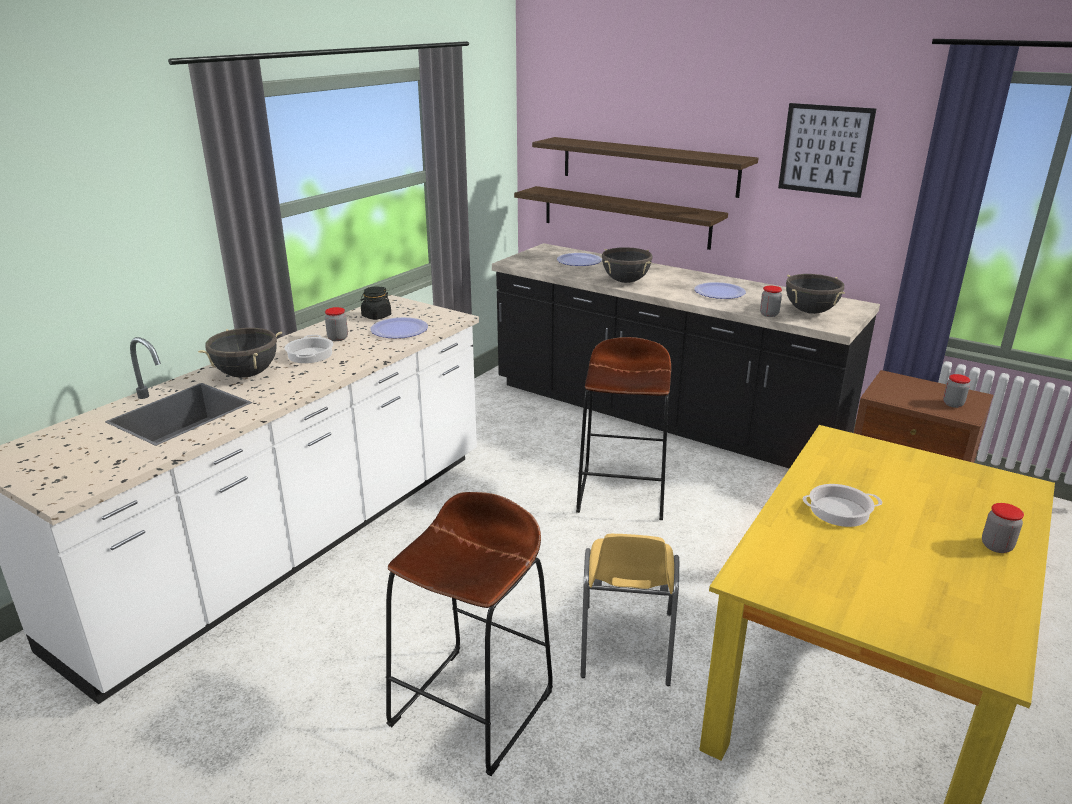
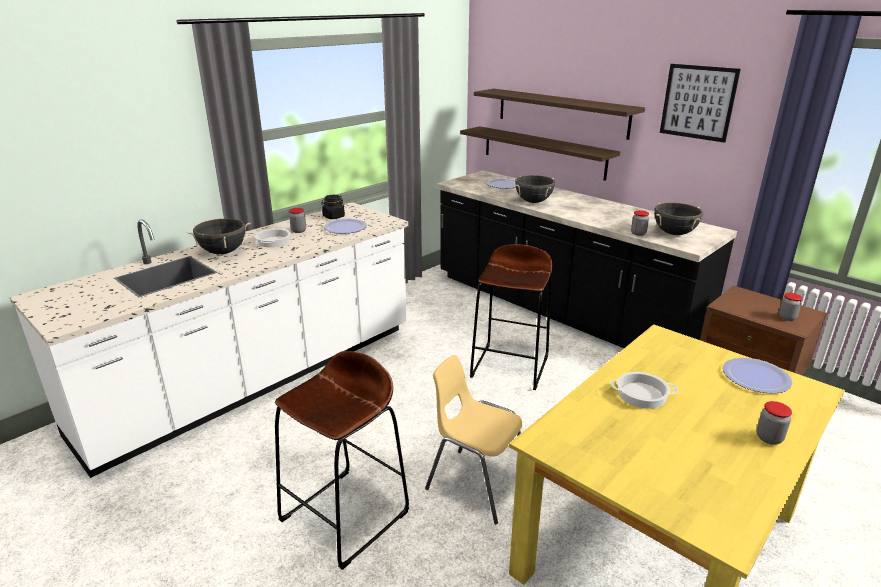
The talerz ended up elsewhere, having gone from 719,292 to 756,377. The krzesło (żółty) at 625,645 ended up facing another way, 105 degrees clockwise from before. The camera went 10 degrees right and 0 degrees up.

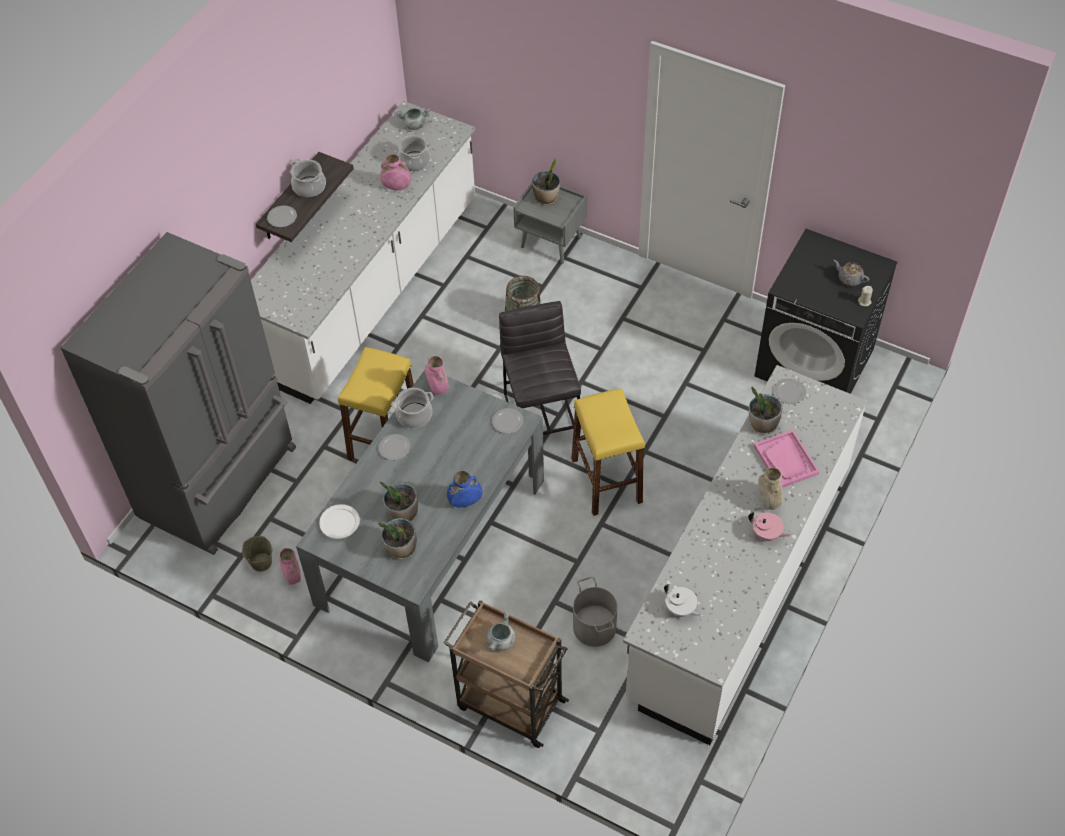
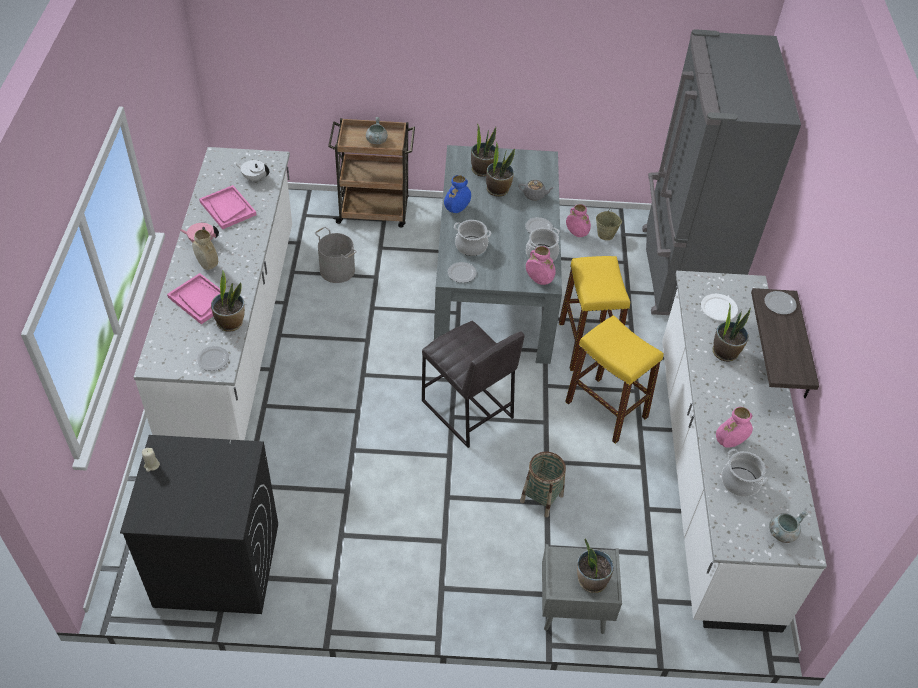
The garnek ended up elsewhere, having gone from 309,187 to 471,246. The imbryk (szary) ended up elsewhere, having gone from 849,279 to 534,195. The stołek (żółty) ended up elsewhere, having gone from 606,480 to 606,409. The talerz (biały) ended up elsewhere, having gone from 339,523 to 719,308. The second view gained the taca (różowy) at 227,208. The second view gained the roślina doniczkowa at 725,352. The camera went 150 degrees right and 5 degrees down.

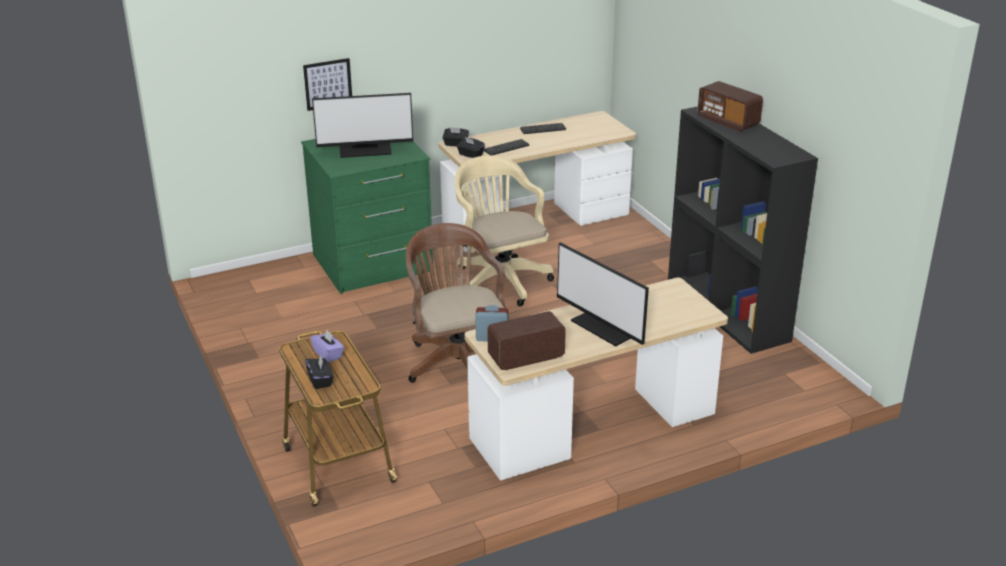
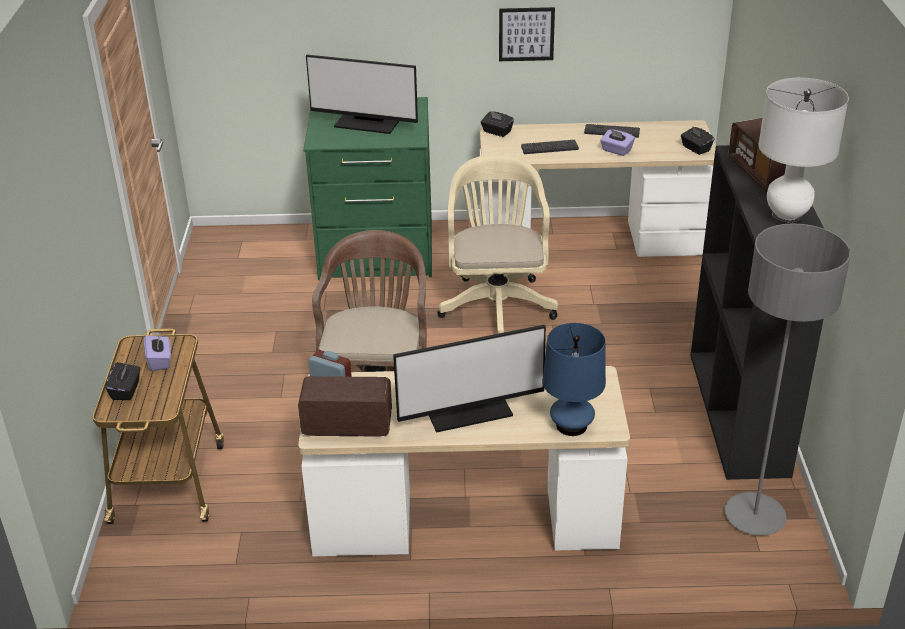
The obraz ended up elsewhere, having gone from 328,84 to 526,34. The pudełko chusteczek (czarny) ended up elsewhere, having gone from 470,155 to 695,148. The monitor at 604,327 ended up facing another way, 90 degrees counterclockwise from before. The second view gained the lampa stołowa (biały) at 786,219. The second view gained the pudełko chusteczek (fioletowy) at 616,151. The second view gained the lampa stojąca (szary) at 754,516. The second view gained the lampa stołowa (niebieski) at 571,426. The camera went 25 degrees right and 5 degrees up.

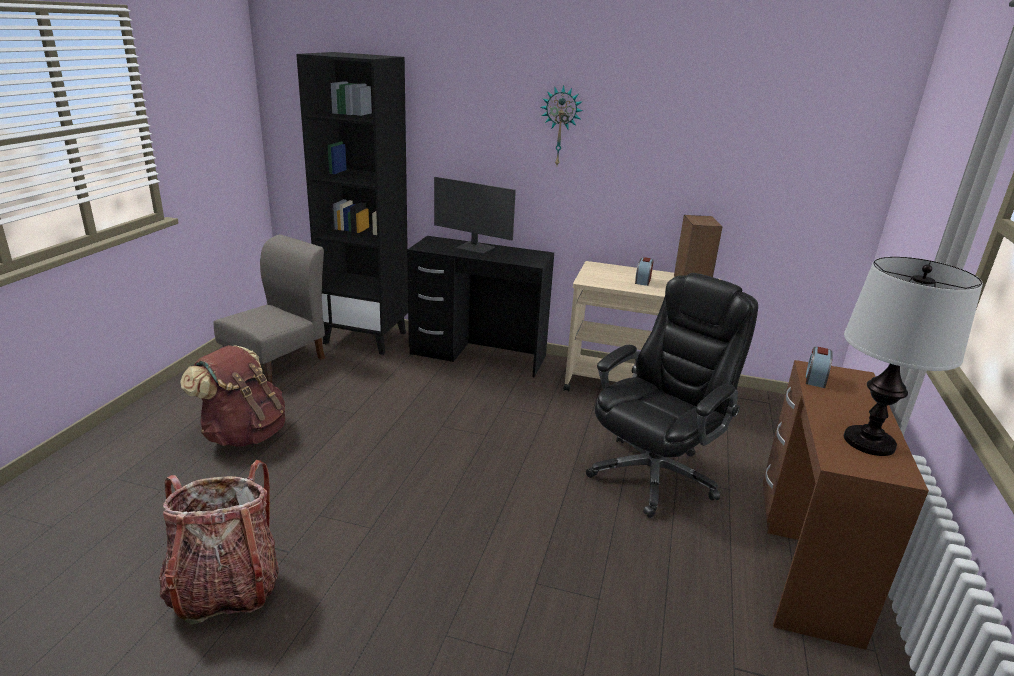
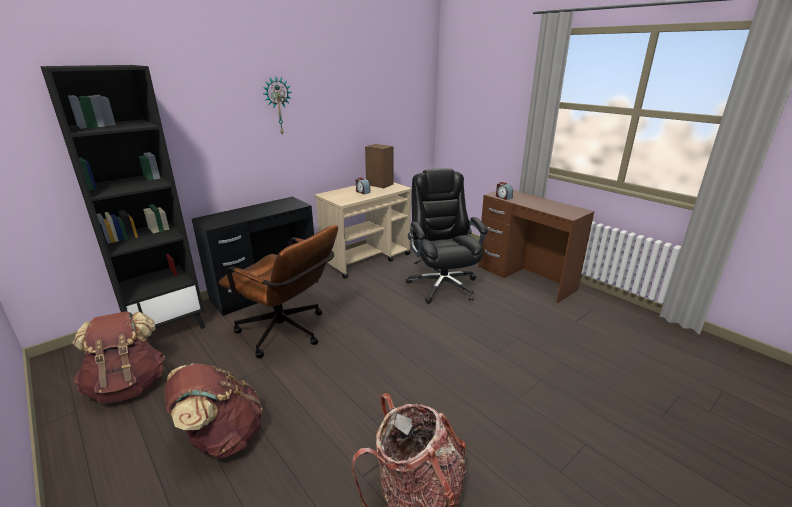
The second view lost the monitor at 475,248. Where the krzesło (szary) stood at 278,361, the plecak (brązowy) came to stand at 128,386. The second view lost the lampa stołowa at 868,442. The second view gained the krzesło biurowe (brązowy) at 288,333. The camera went 55 degrees left and 0 degrees up.

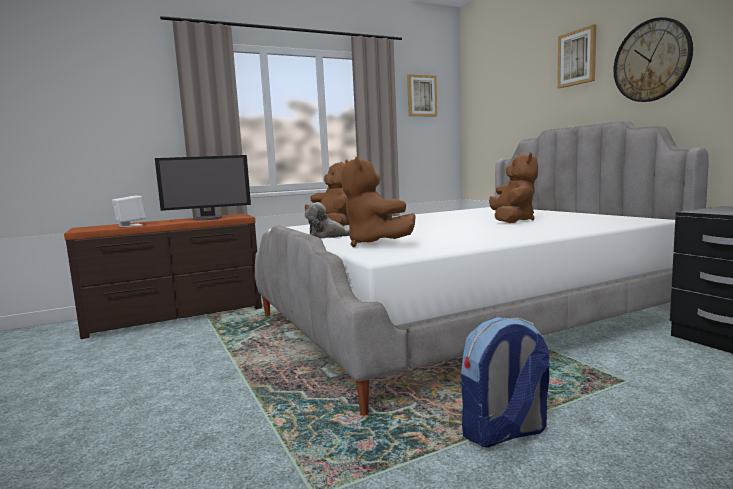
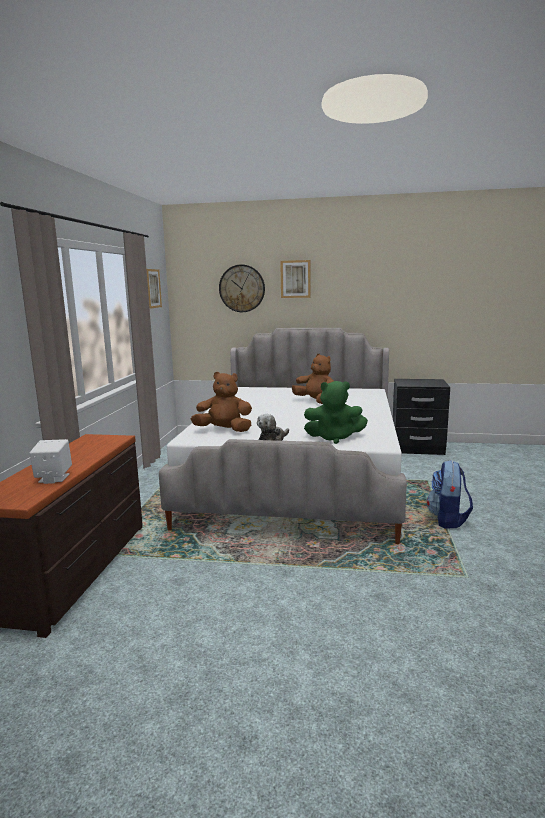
The zegar ścienny ended up elsewhere, having gone from 651,61 to 242,288. The second view lost the monitor at 208,218. What was the pluszak (brązowy) at 374,244 turned into the pluszak (zielony) at 334,438. The camera went 55 degrees left and 5 degrees up.

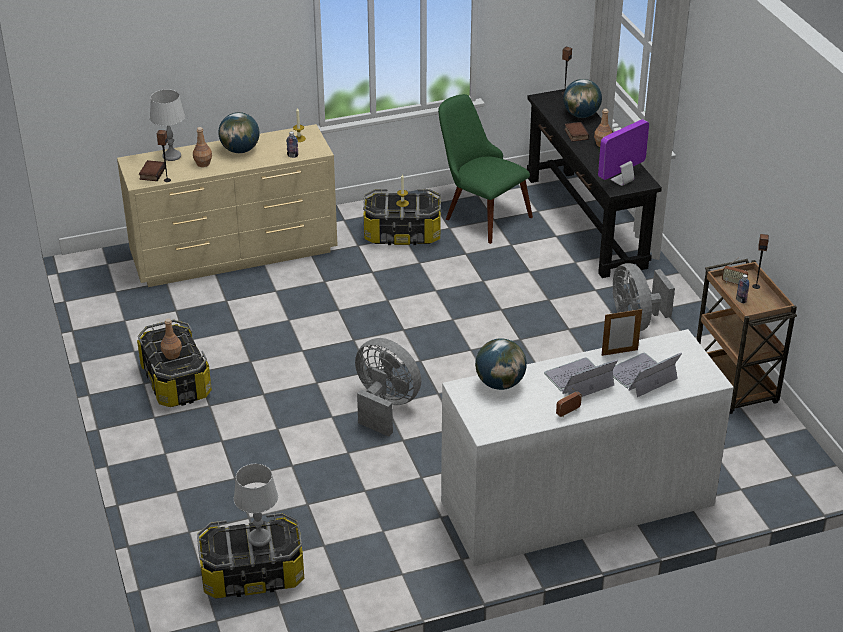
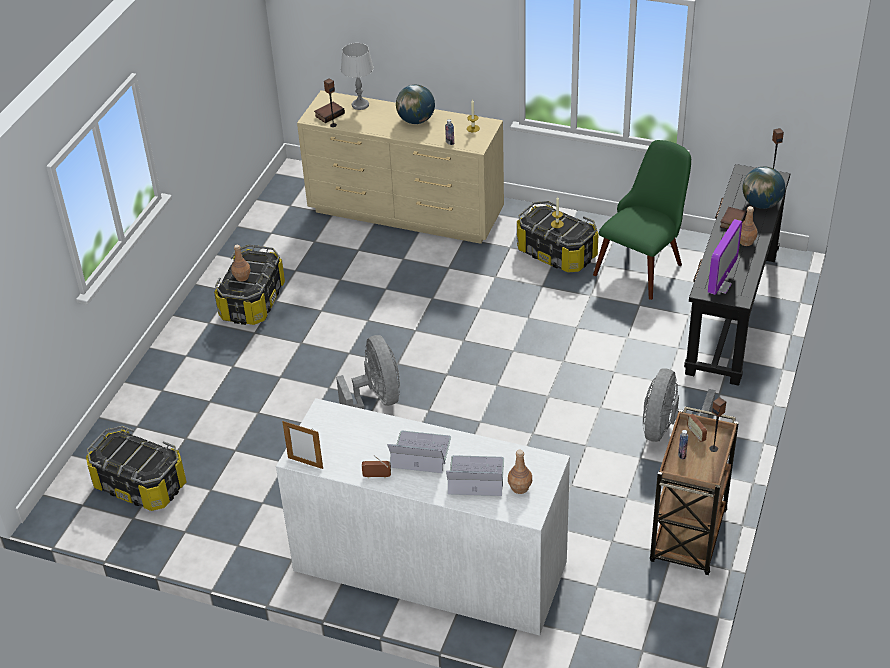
The krzesło (zielony) at 480,214 ended up facing another way, 45 degrees clockwise from before. The monitor at 622,180 ended up facing another way, 120 degrees clockwise from before. The butelka (brązowy) ended up elsewhere, having gone from 203,163 to 520,487. The ramka na zdjęcie ended up elsewhere, having gone from 619,352 to 305,463. The second view lost the globus at 499,383. The second view lost the lampa stołowa (szary) at 259,538. The camera went 40 degrees right and 5 degrees up.

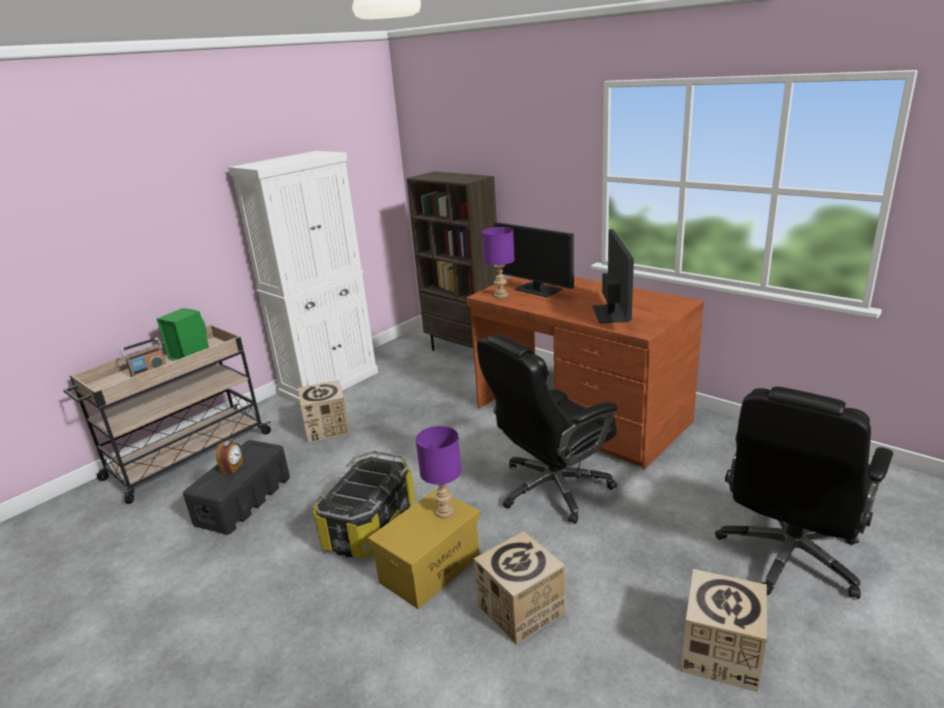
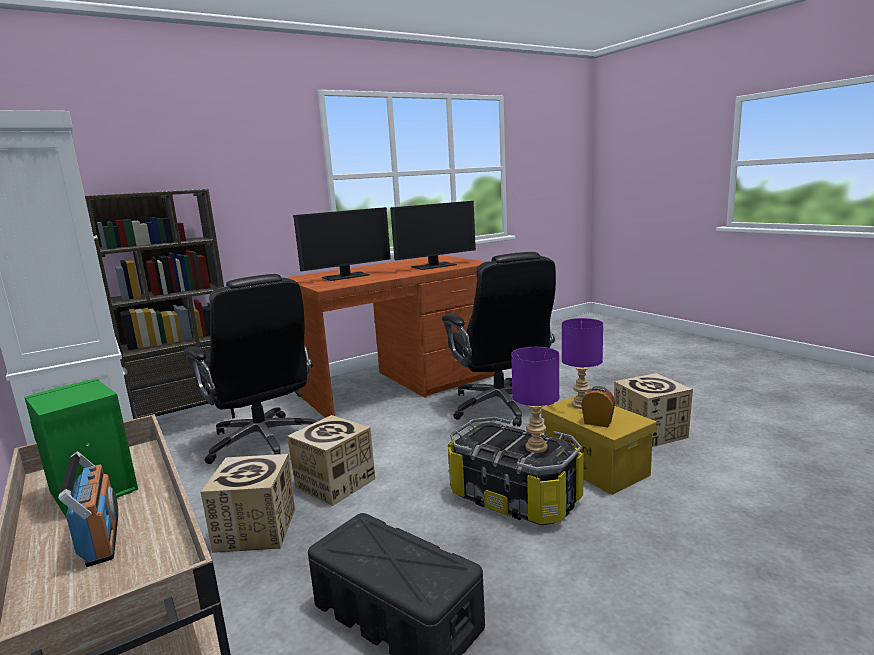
The lampa stołowa (fioletowy) ended up elsewhere, having gone from 501,295 to 535,447. The monitor at 610,313 ended up facing another way, 135 degrees clockwise from before. The krzesło biurowe (czarny) ended up elsewhere, having gone from 789,556 to 263,442. The budzik ended up elsewhere, having gone from 233,467 to 598,422. The karton ended up elsewhere, having gone from 720,653 to 335,483. The camera went 75 degrees left and 10 degrees down.

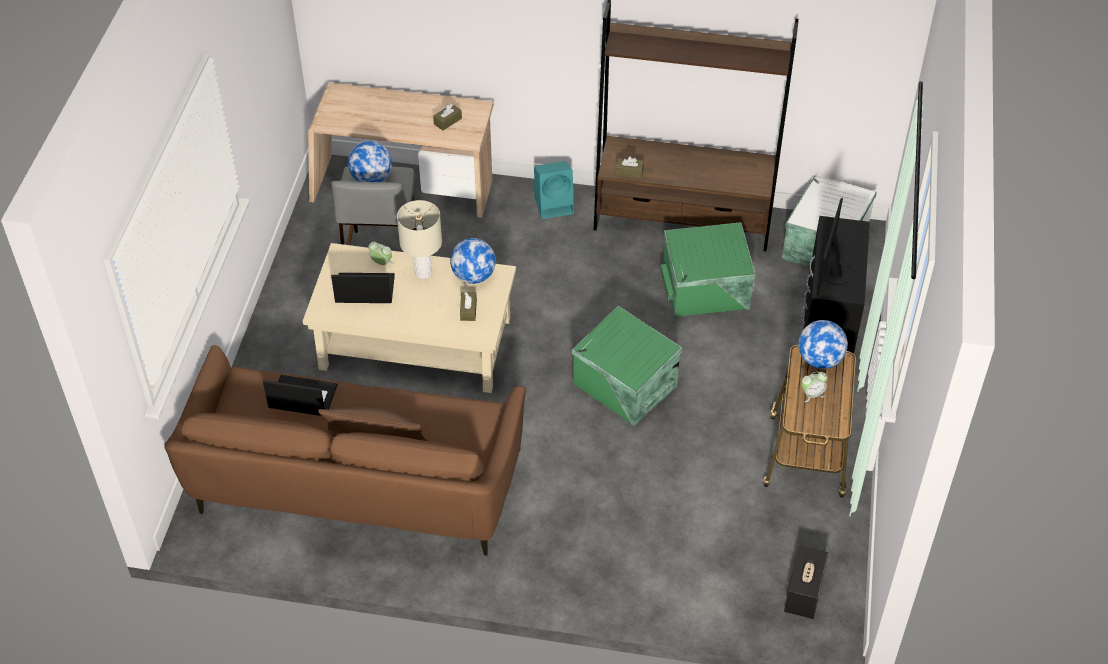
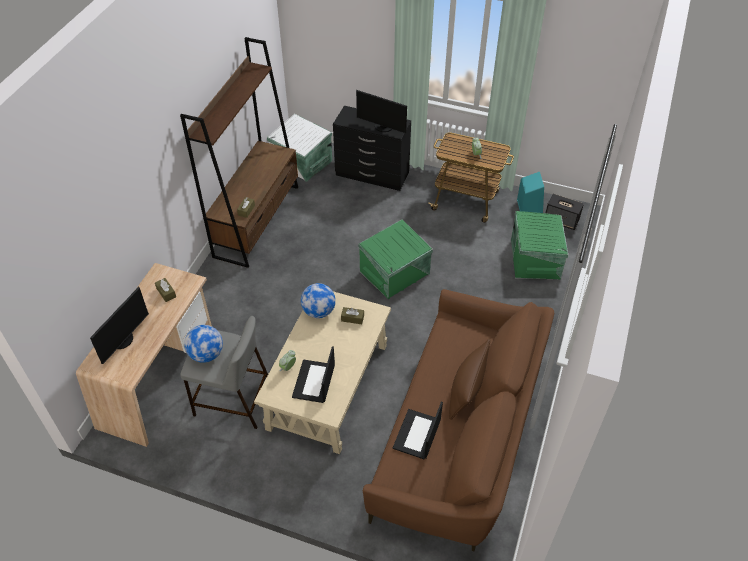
The głośnik (turkusowy) ended up elsewhere, having gone from 555,205 to 529,206. The second view lost the lampa stołowa (beżowy) at 423,272. The pojemnik do przechowywania (zielony) ended up elsewhere, having gone from 706,291 to 536,258. The second view lost the globus at 820,360. The second view gained the monitor at 123,340. The camera went 80 degrees left and 0 degrees up.

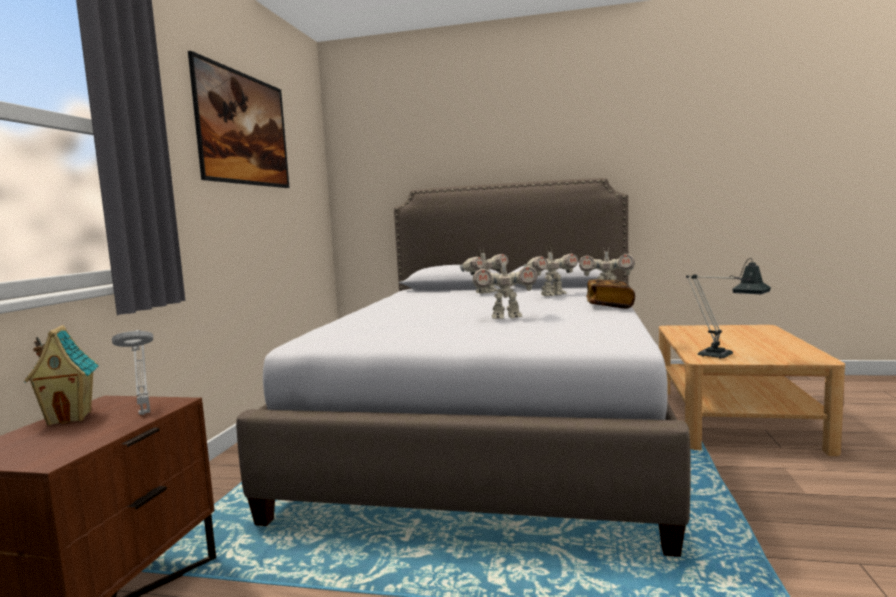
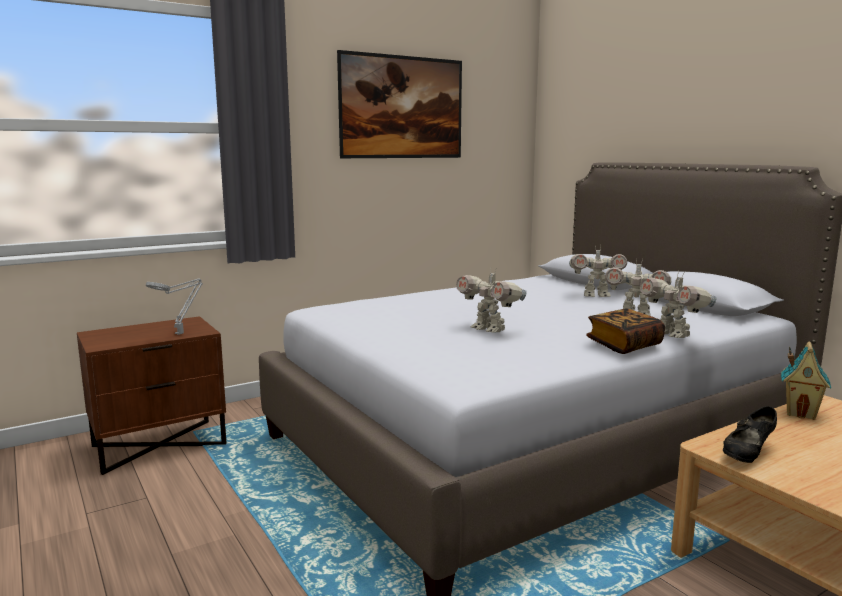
Where the lampa stołowa stood at 723,356, the but (czarny) came to stand at 747,454. The domek ended up elsewhere, having gone from 70,417 to 801,413. The camera went 45 degrees right and 5 degrees up.

